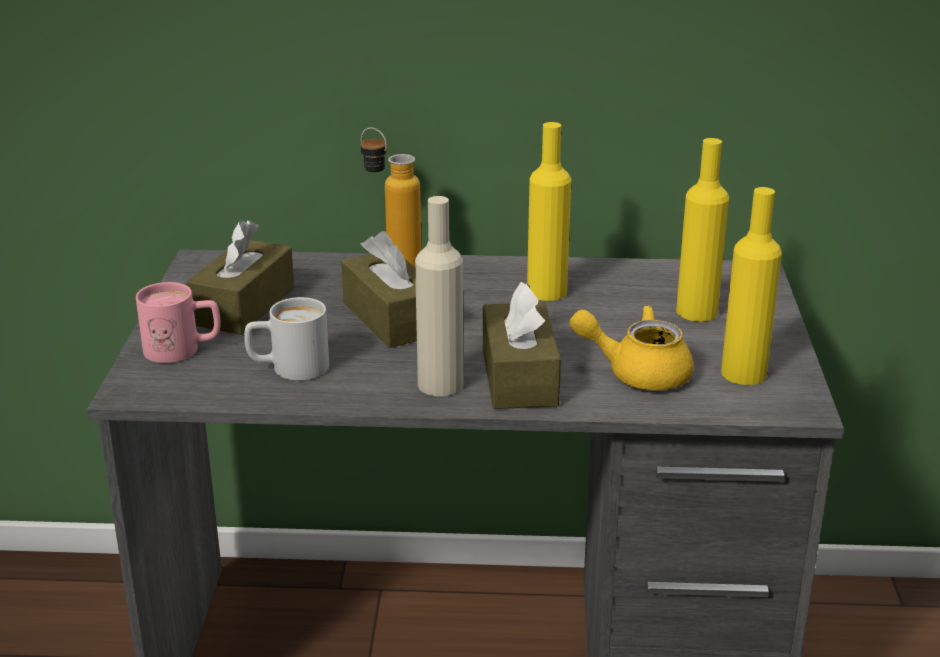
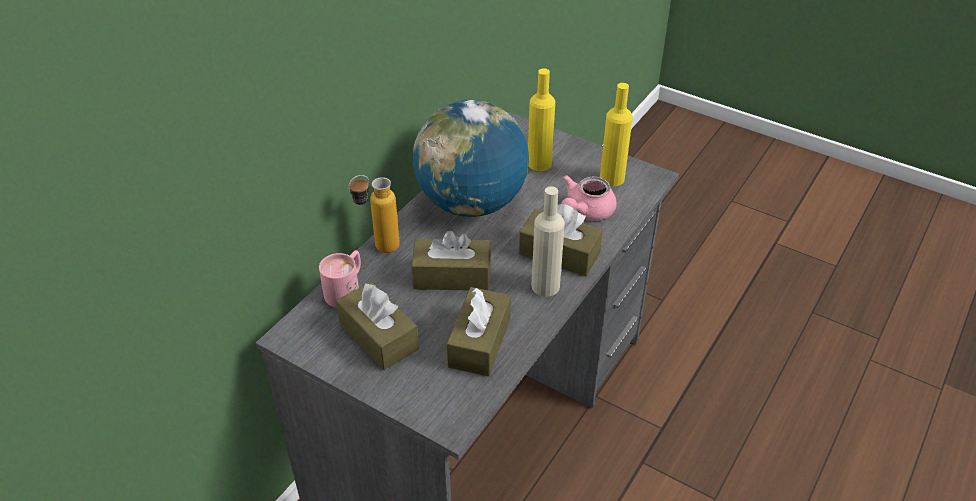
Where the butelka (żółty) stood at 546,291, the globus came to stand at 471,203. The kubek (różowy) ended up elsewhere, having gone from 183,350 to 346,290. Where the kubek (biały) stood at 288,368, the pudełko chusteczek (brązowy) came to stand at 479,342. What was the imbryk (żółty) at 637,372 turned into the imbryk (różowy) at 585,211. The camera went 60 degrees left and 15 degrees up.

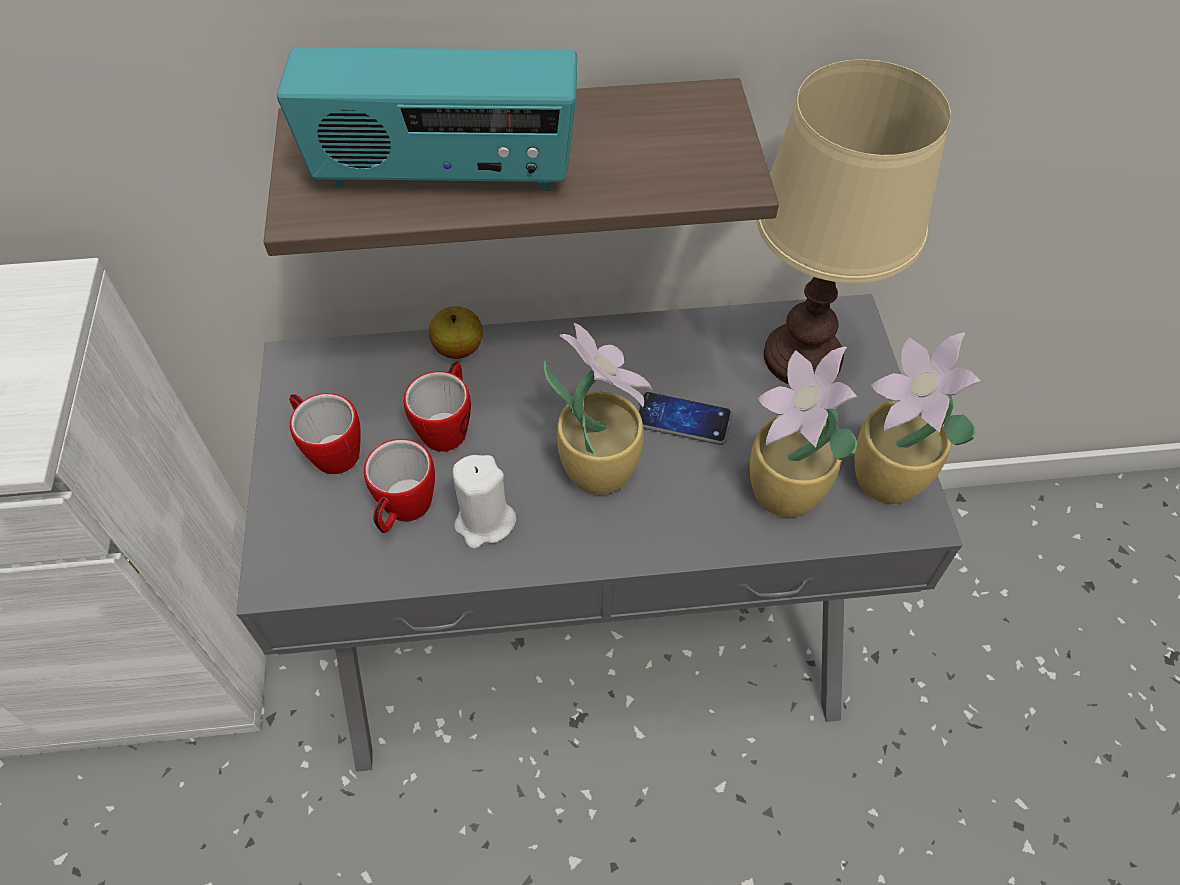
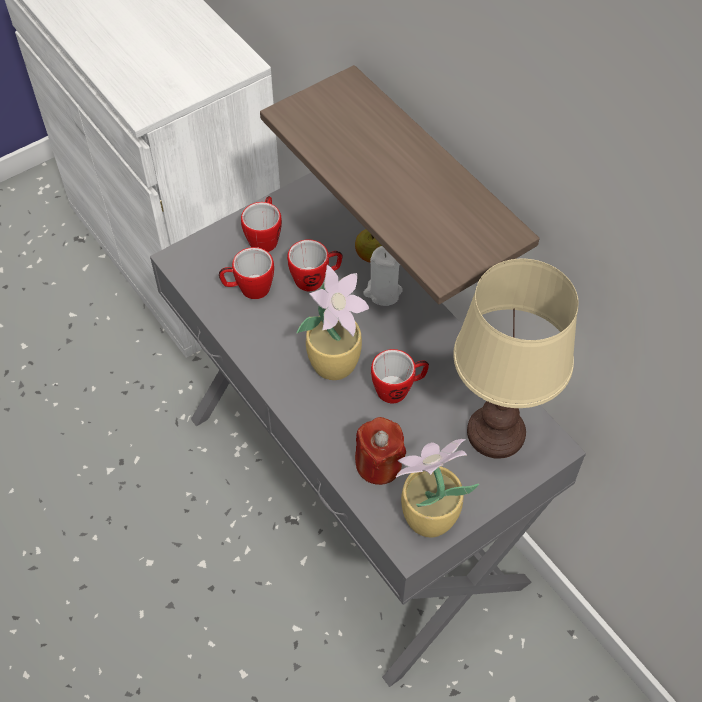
The second view lost the radio at 444,175. Where the roślina doniczkowa stood at 783,494, the świeca (czerwony) came to stand at 378,464. Where the telefon stood at 683,419, the kubek came to stand at 399,389. The świeca (biały) ended up elsewhere, having gone from 484,522 to 383,292. The camera went 60 degrees right and 0 degrees up.

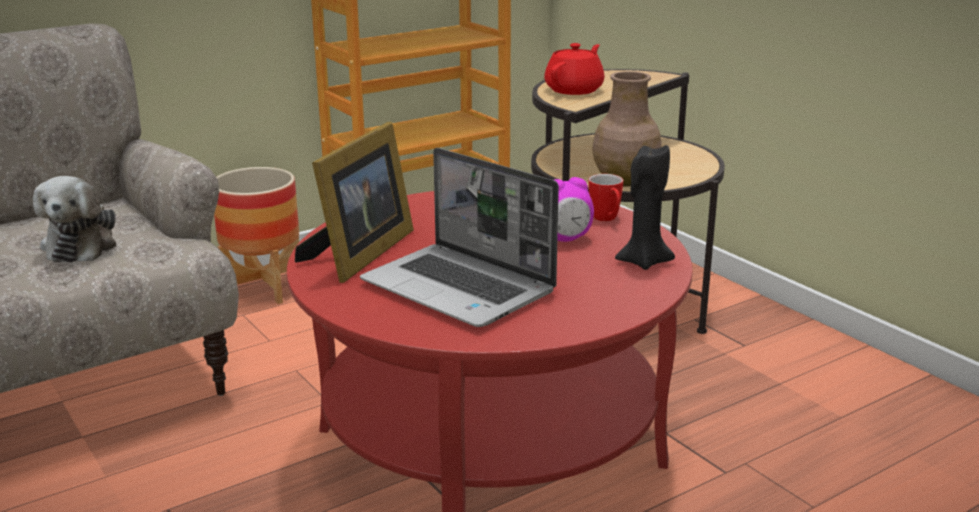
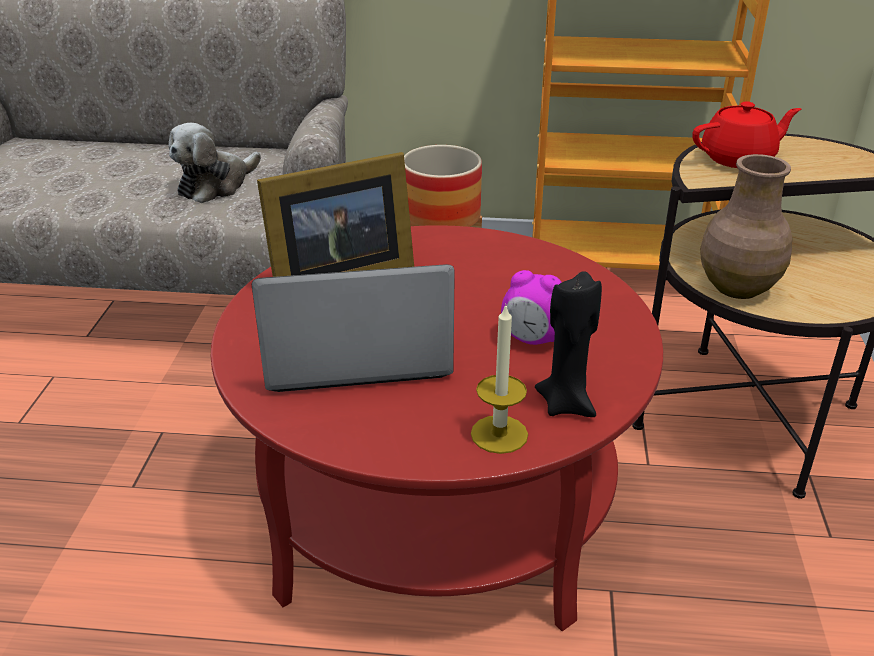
The laptop at 460,288 ended up facing another way, 90 degrees clockwise from before. The second view lost the kubek at 607,220. The second view gained the świeca at 499,434. The camera went 40 degrees right and 10 degrees up.

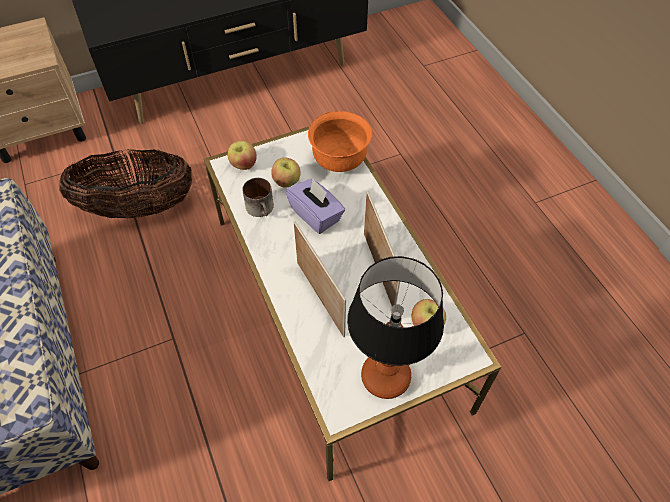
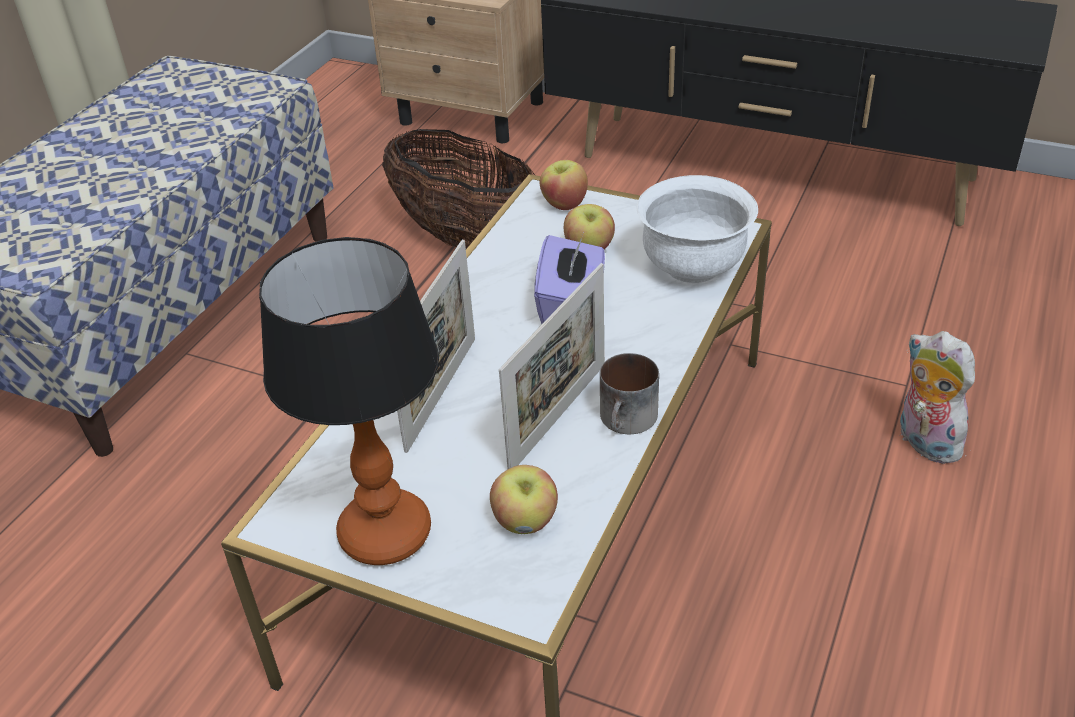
What was the miska (pomarańczowy) at 339,161 turned into the miska (biały) at 693,267. The kubek ended up elsewhere, having gone from 262,208 to 628,421. The second view gained the pluszak at 923,442. The camera went 50 degrees right and 15 degrees down.

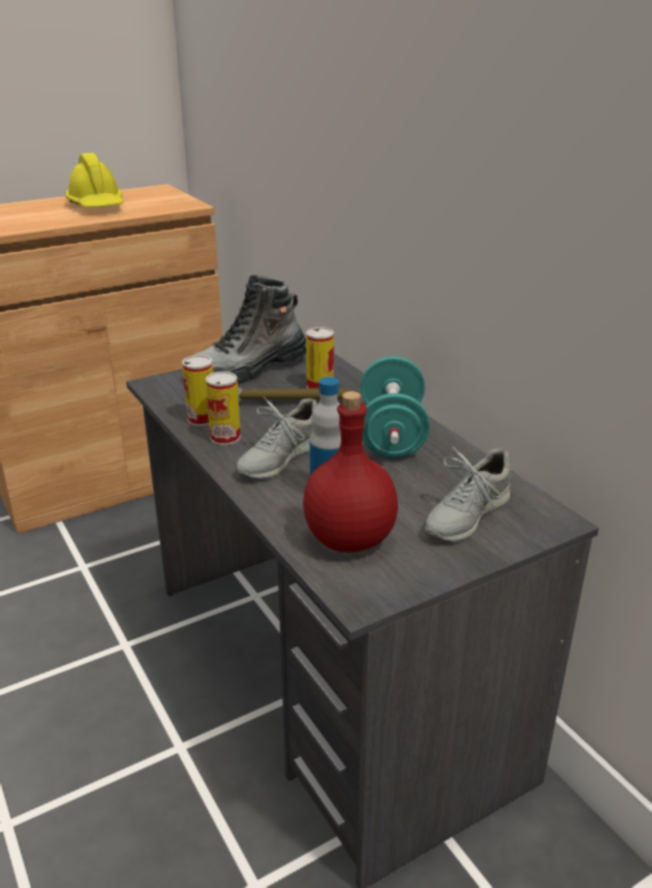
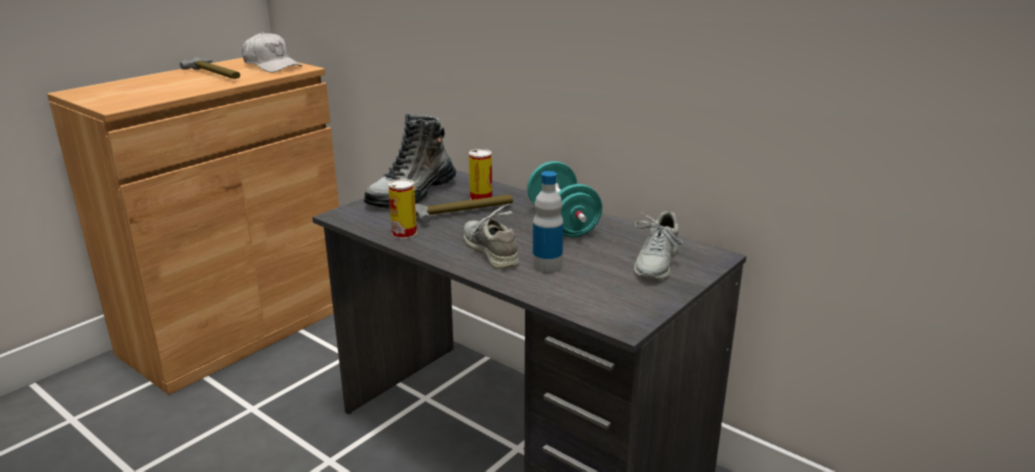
Where the kask (żółty) stood at 97,206, the młotek came to stand at 215,75. The second view lost the puszka at 225,437. The second view lost the butelka (czerwony) at 347,539. The but (szary) at 279,458 ended up facing another way, 135 degrees clockwise from before. The second view gained the czapka z daszkiem (biały) at 272,66. The camera went 20 degrees left and 5 degrees down.

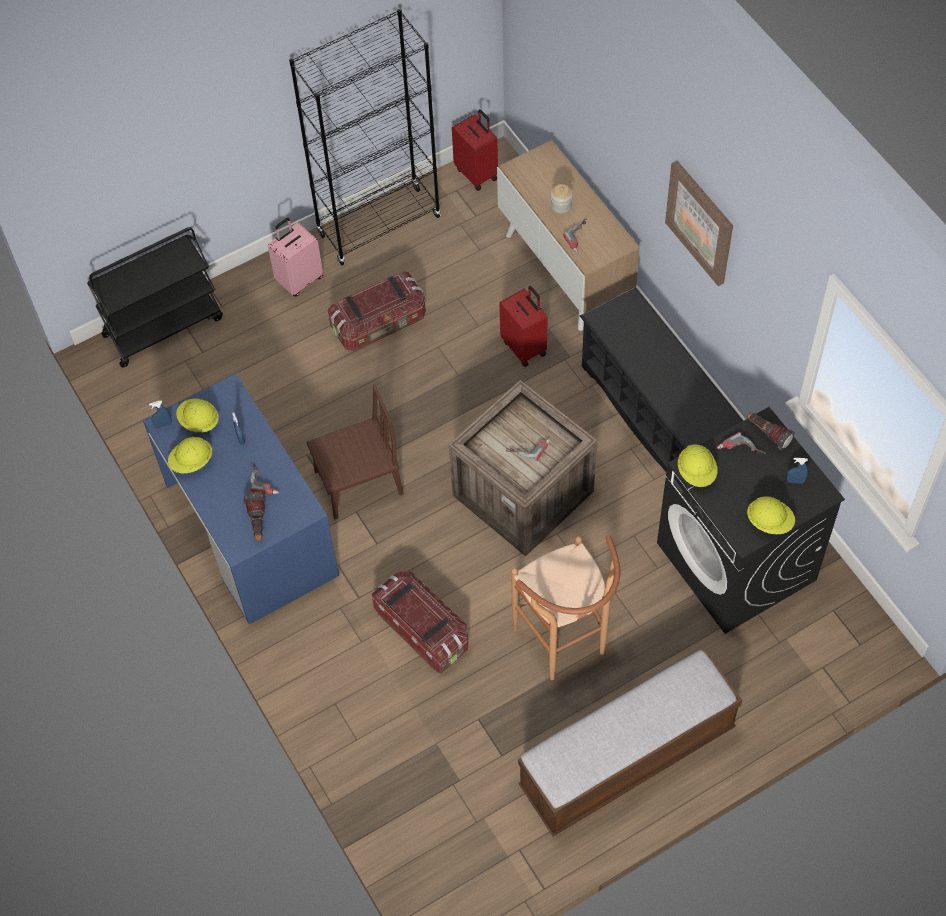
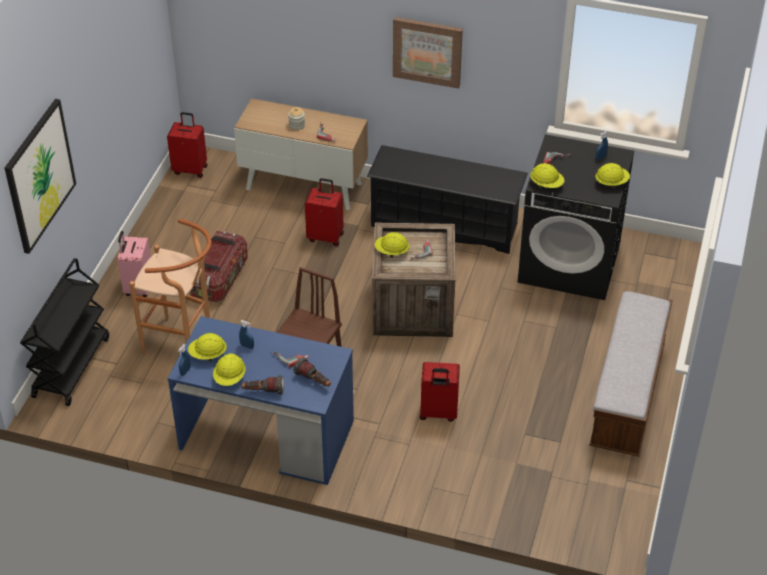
The second view lost the regał (czarny) at 379,226. The latarka ended up elsewhere, having gone from 767,434 to 263,391. The stołek (brązowy) ended up elsewhere, having gone from 565,646 to 184,344. Where the pojemnik do przechowywania stood at 422,630, the walizka (czerwony) came to stand at 438,413. The second view gained the obraz at 39,175. The second view gained the kask (żółty) at 391,252. The camera went 45 degrees left and 15 degrees down.

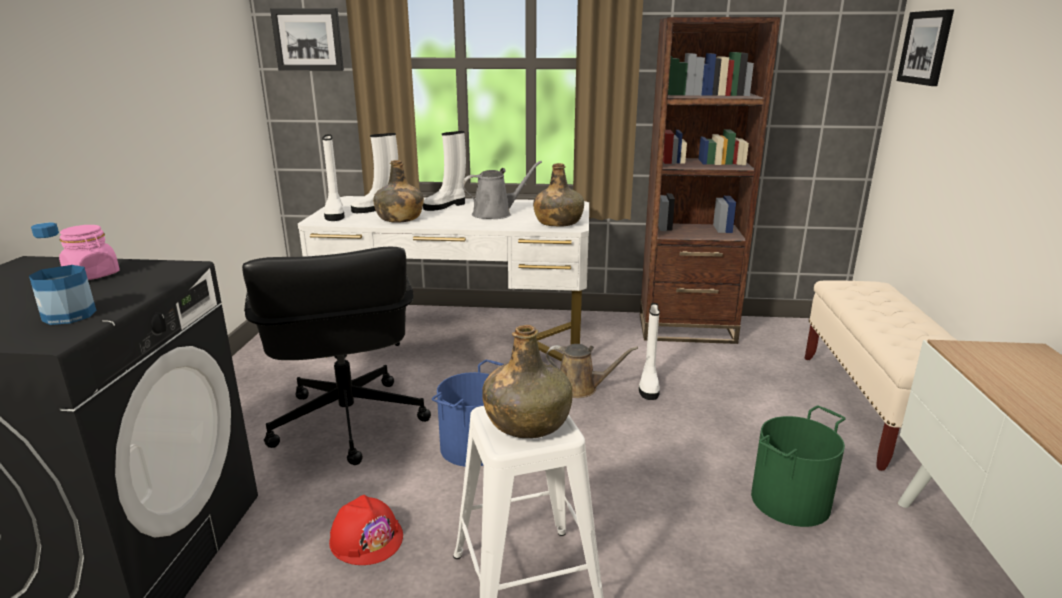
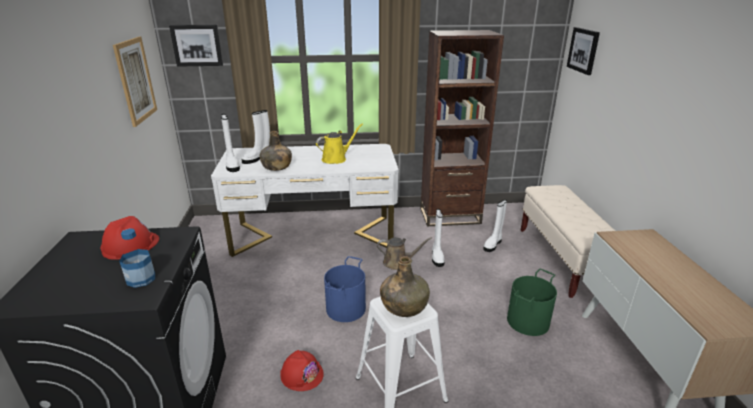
The but z cholewką (biały) ended up elsewhere, having gone from 446,206 to 493,244. What was the konewka (szary) at 495,214 turned into the konewka (żółty) at 336,159. The second view lost the butelka (zielony) at 558,223. Where the słoik (różowy) stood at 93,275, the kask (czerwony) came to stand at 130,245. The second view lost the krzesło biurowe (czarny) at 347,423. The second view gained the obraz at 135,80. The camera went 10 degrees left and 5 degrees up.

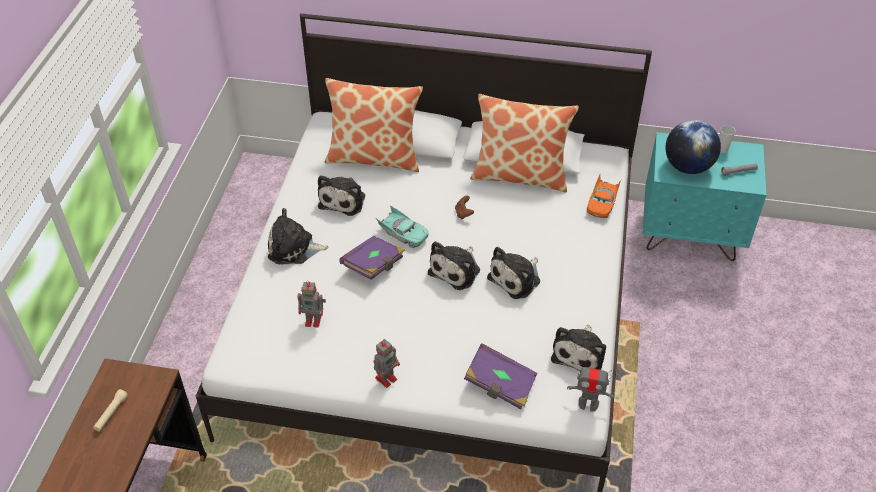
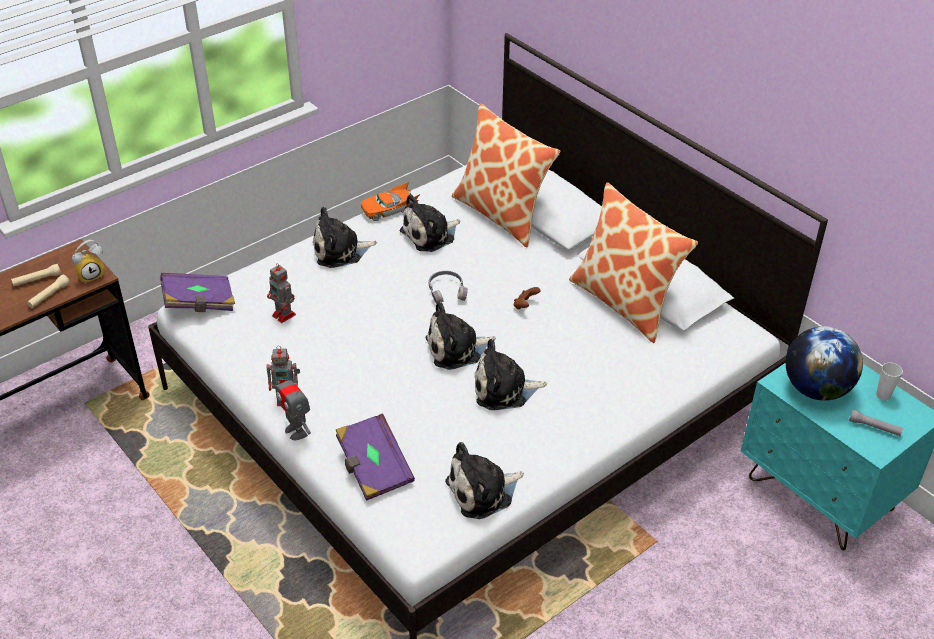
The samochodzik (pomarańczowy) ended up elsewhere, having gone from 602,203 to 389,209. Where the samochodzik (turkusowy) stood at 403,233, the słuchawki (szary) came to stand at 447,291. The pluszak at 294,248 ended up facing another way, 60 degrees counterclockwise from before. The książka (fioletowy) ended up elsewhere, having gone from 374,266 to 199,304. The robot zabawkowy ended up elsewhere, having gone from 588,403 to 296,431. The second view gained the budzik at 91,275. The second view gained the latarka (beżowy) at 49,296. The camera went 40 degrees right and 5 degrees down.

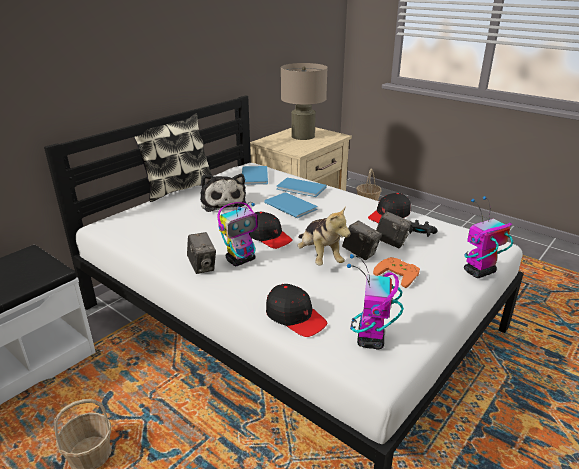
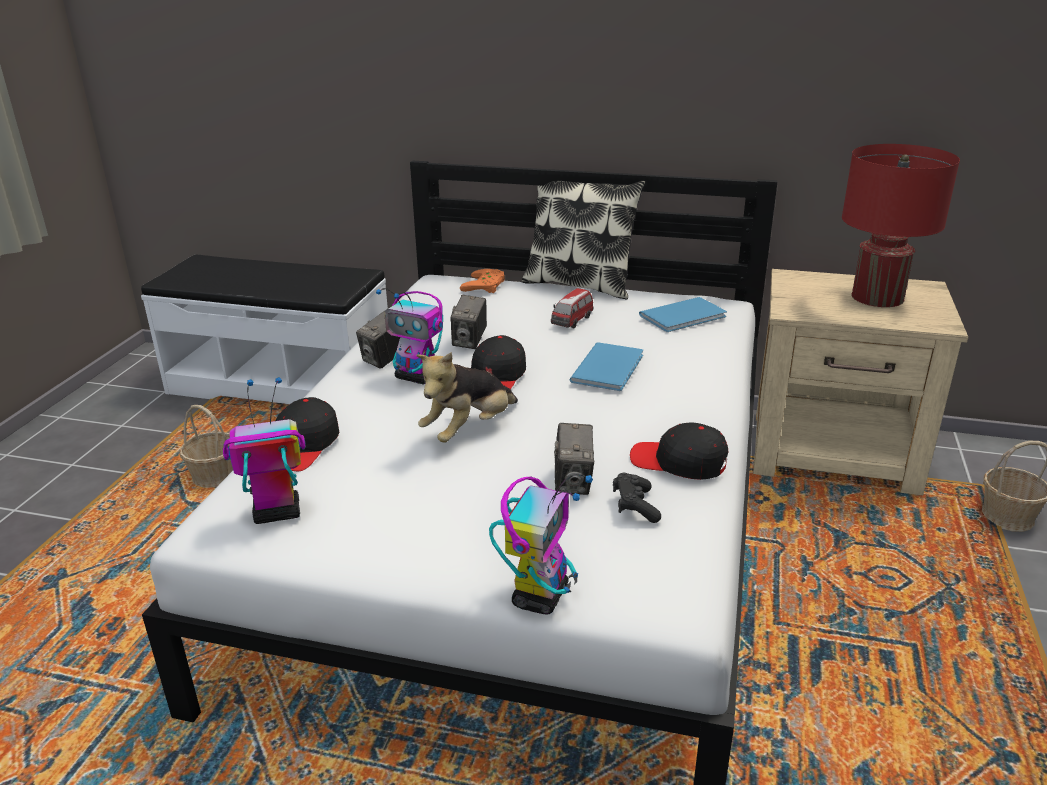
What was the lampa stołowa (beżowy) at 303,136 turned into the lampa stołowa (czerwony) at 877,297. Where the pluszak stood at 222,202, the samochodzik came to stand at 572,321. The second view lost the książka (niebieski) at 301,189. The robot zabawkowy at 478,272 ended up facing another way, 75 degrees clockwise from before. The aparat fotograficzny ended up elsewhere, having gone from 360,253 to 470,341. The pad do gier (pomarańczowy) ended up elsewhere, having gone from 399,274 to 486,285. The camera went 65 degrees right and 0 degrees up.

